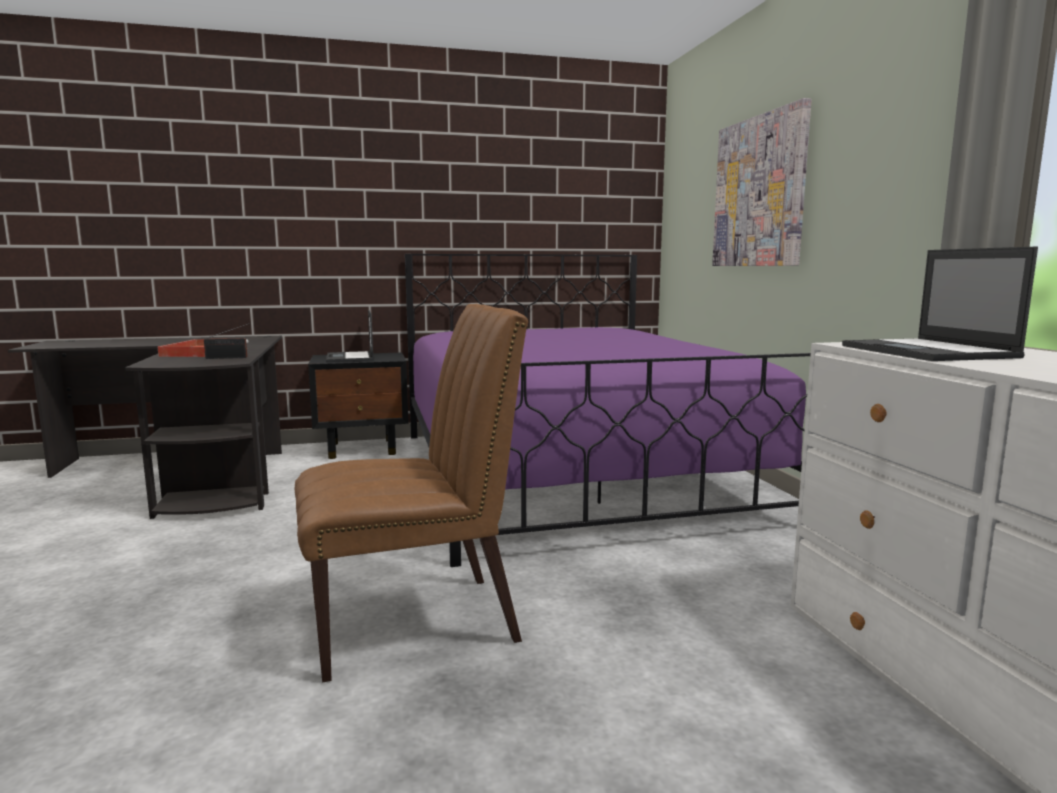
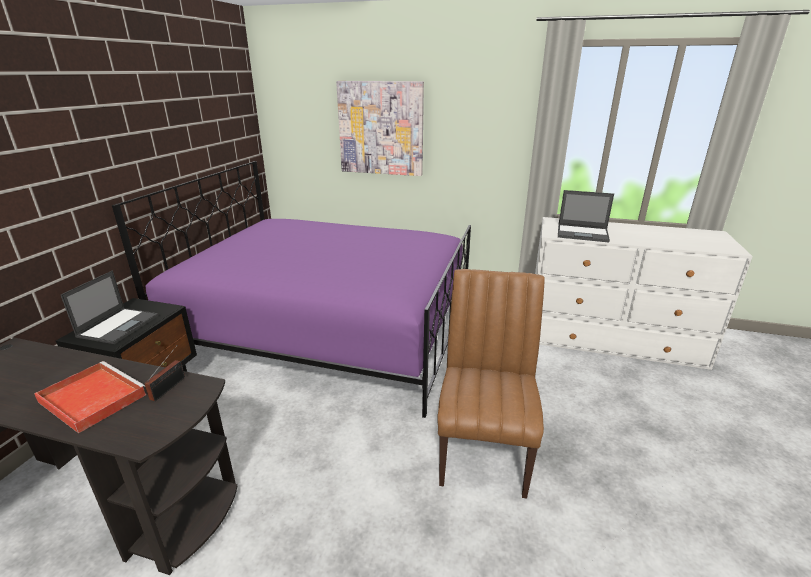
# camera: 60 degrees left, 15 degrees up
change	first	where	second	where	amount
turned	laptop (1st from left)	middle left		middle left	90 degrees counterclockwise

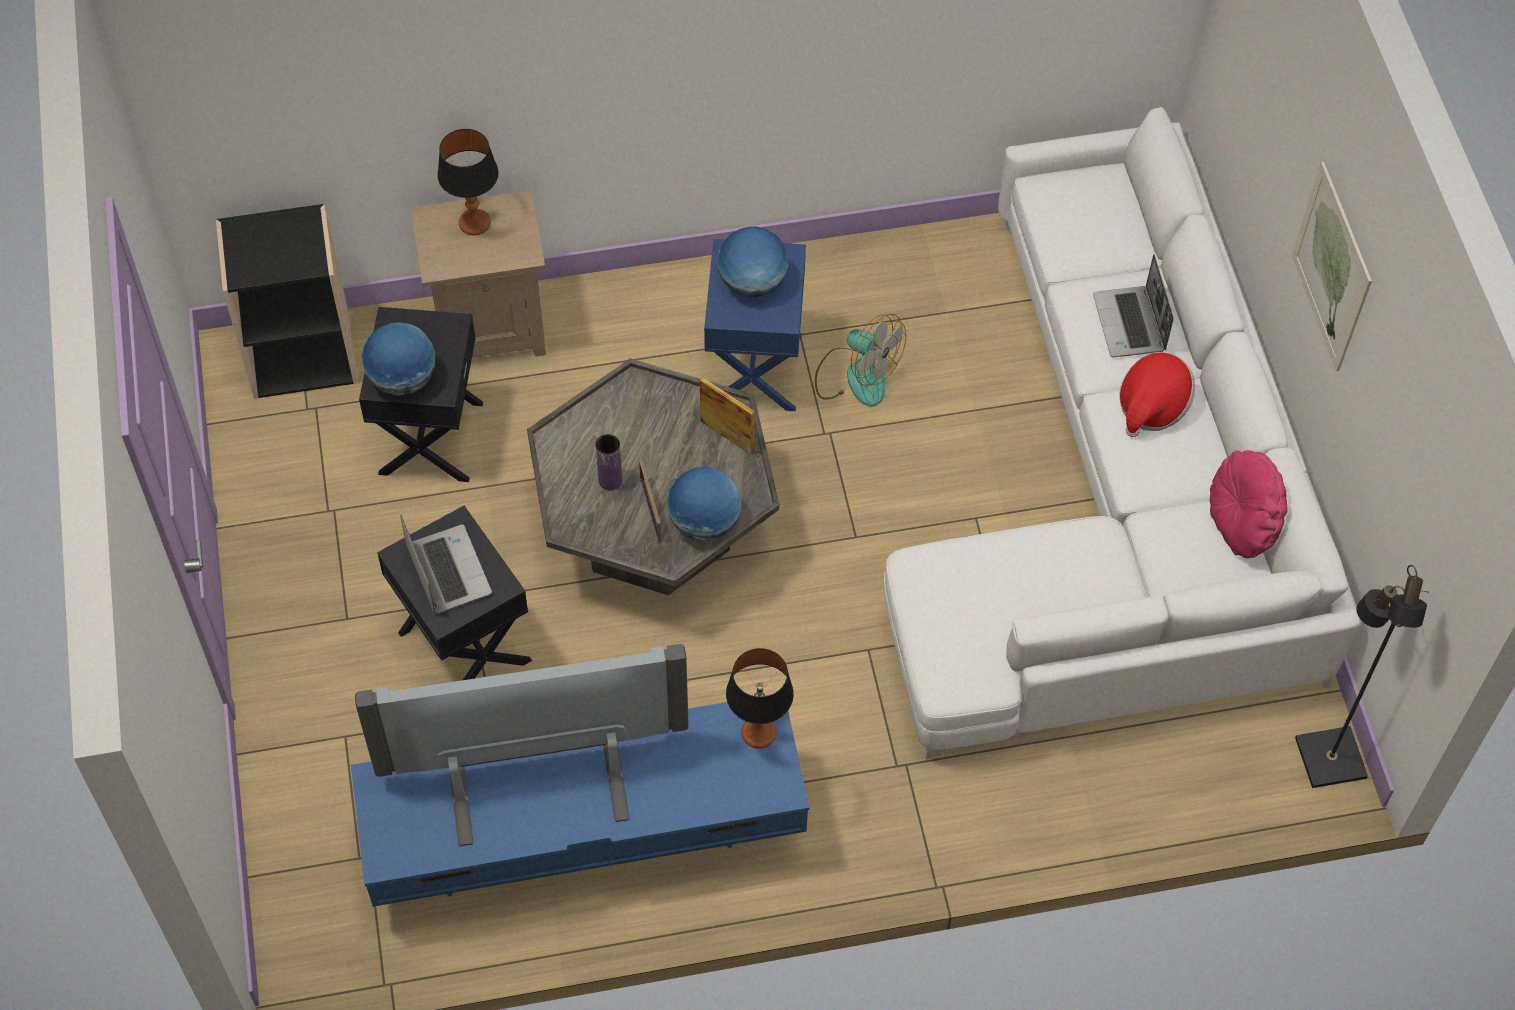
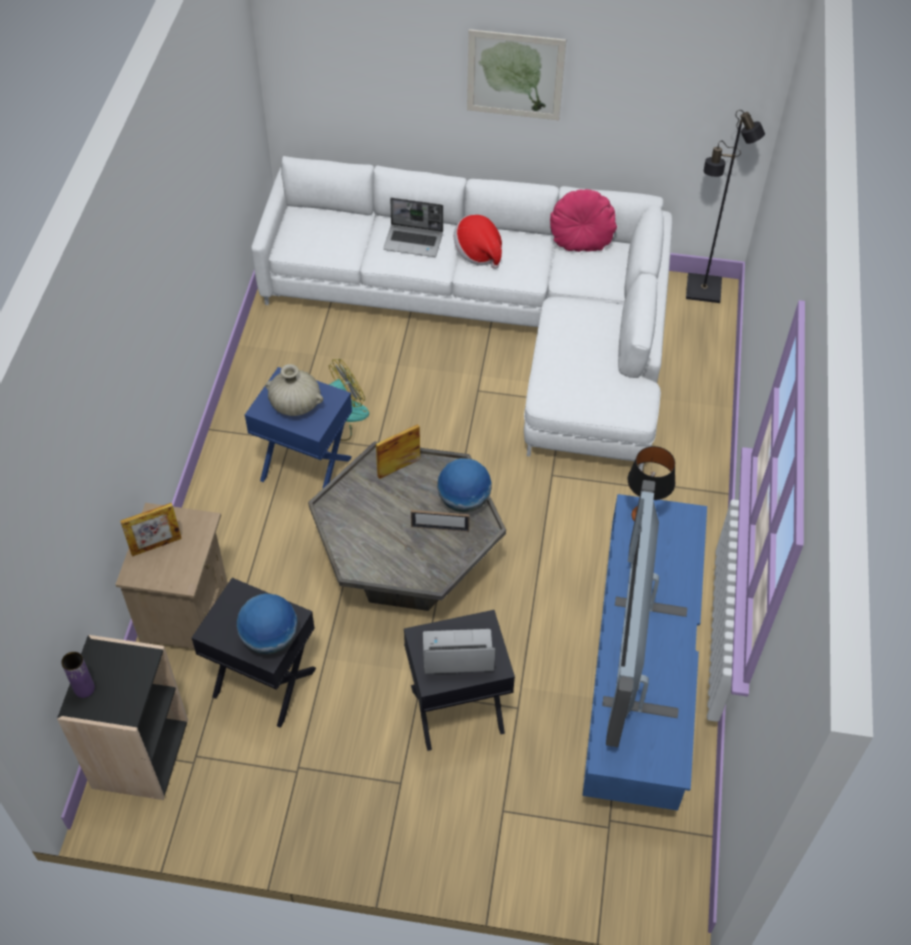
# camera: 70 degrees left, 5 degrees down
change	first	where	second	where	amount
replaced	table lamp (1st from left)	top left	picture frame (1st from left)	middle left	
replaced	globe (3rd from left)	top centre	vase (beige)	middle left	
moved	vase (purple)	centre		bottom left	

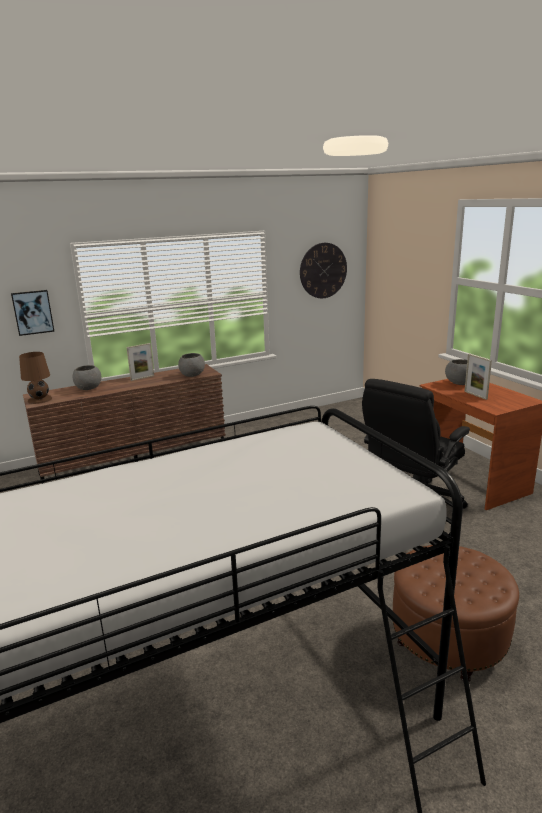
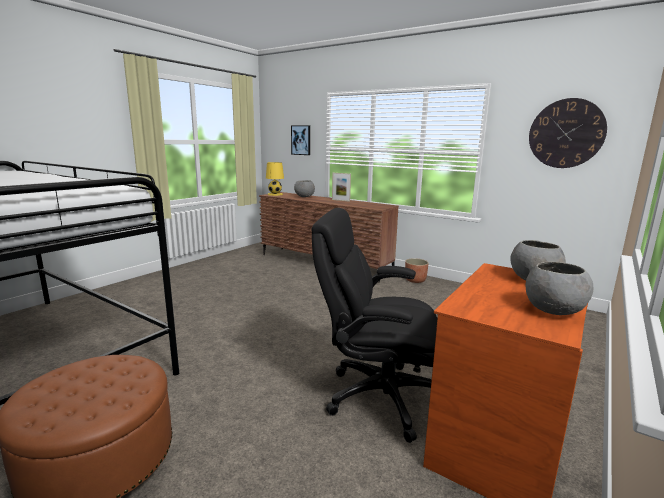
# camera: 60 degrees right, 5 degrees down
change	first	where	second	where	amount
recoloured	table lamp (brown)	middle left	table lamp (yellow)	centre	
moved	bowl (grey) (2nd from left in the first image)	centre	bowl (grey) (3rd from left)	middle right	
removed	picture frame (2nd from left)	middle right			
added			planter	centre	

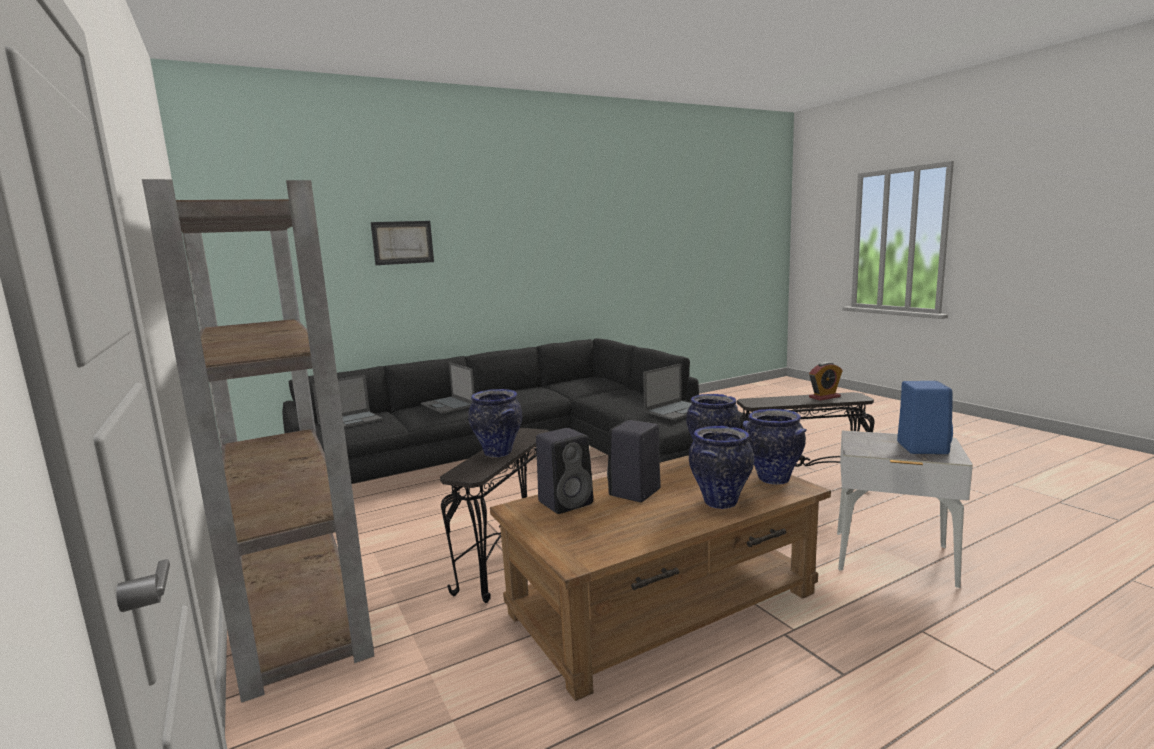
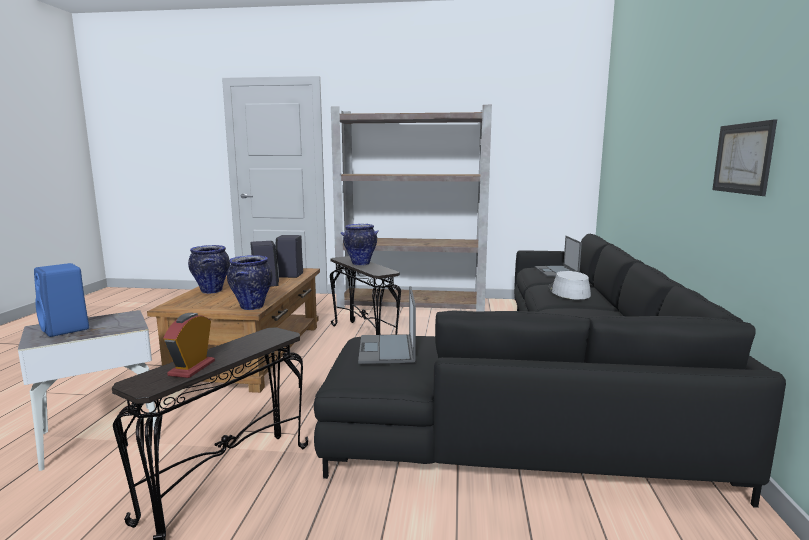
# camera: 125 degrees right, 0 degrees up
change	first	where	second	where	amount
moved	picture	top centre		top right	
replaced	laptop (2nd from left)	centre	hat (grey)	middle right	
removed	vase (4th from left)	middle right			

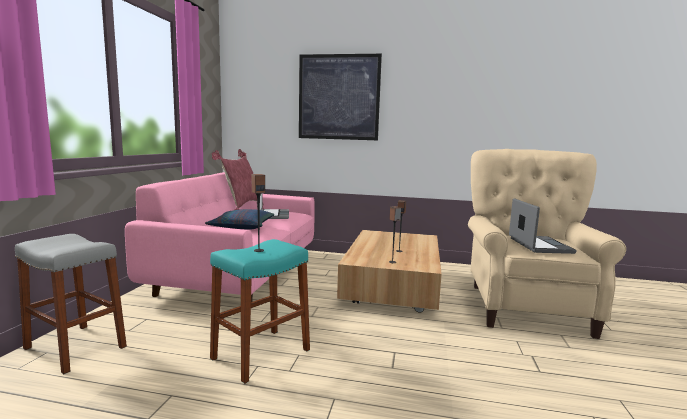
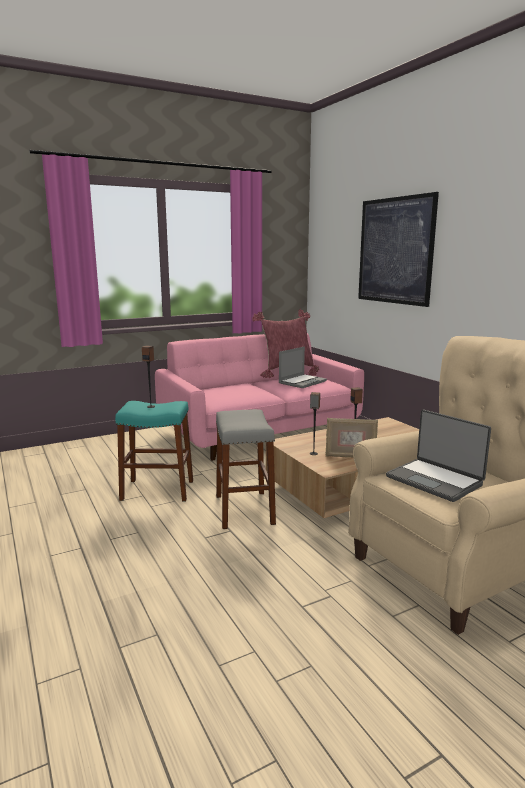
# camera: 50 degrees right, 5 degrees up
change	first	where	second	where	amount
turned	laptop (2nd from left)	middle right		middle right	90 degrees clockwise
removed	pillow (blue)	centre			
moved	stool (grey)	bottom left		centre	
added			picture frame	middle right	

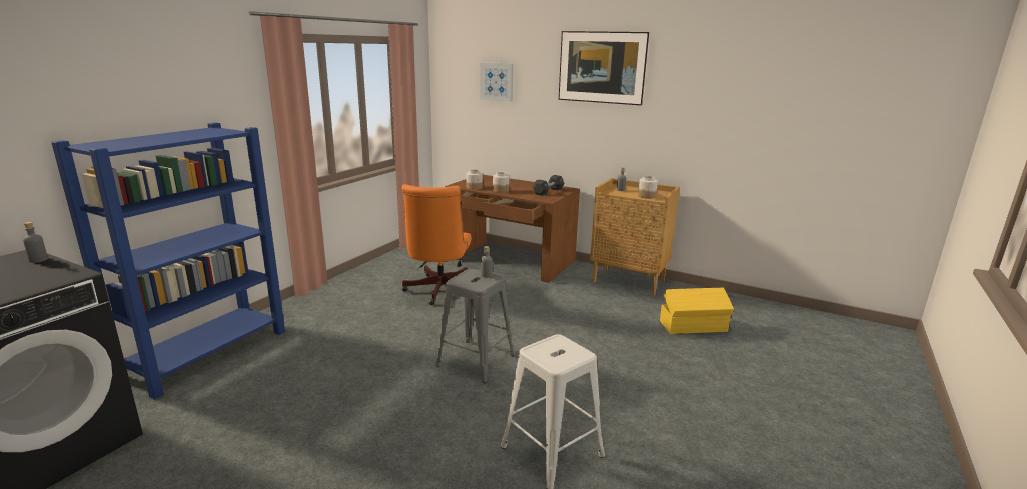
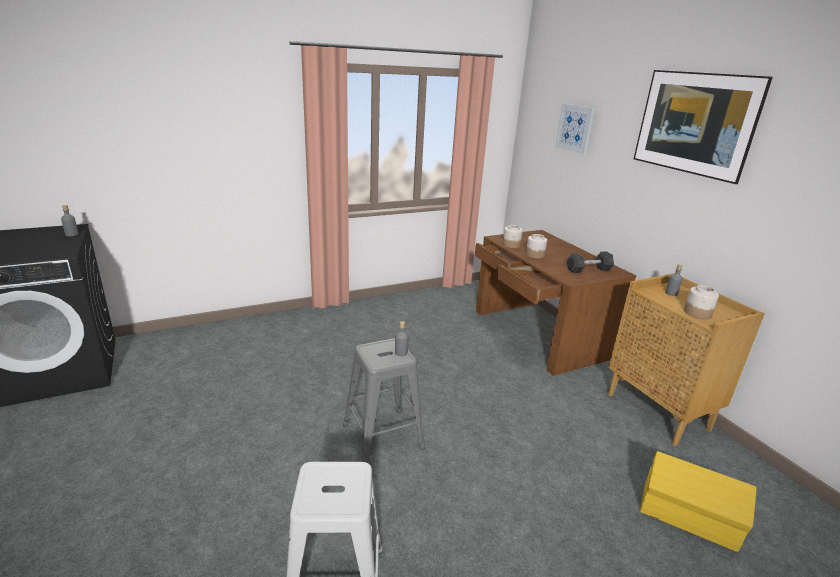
# camera: 35 degrees right, 5 degrees up
change	first	where	second	where	amount
removed	bookcase (blue)	middle left			
removed	office chair (orange)	centre			

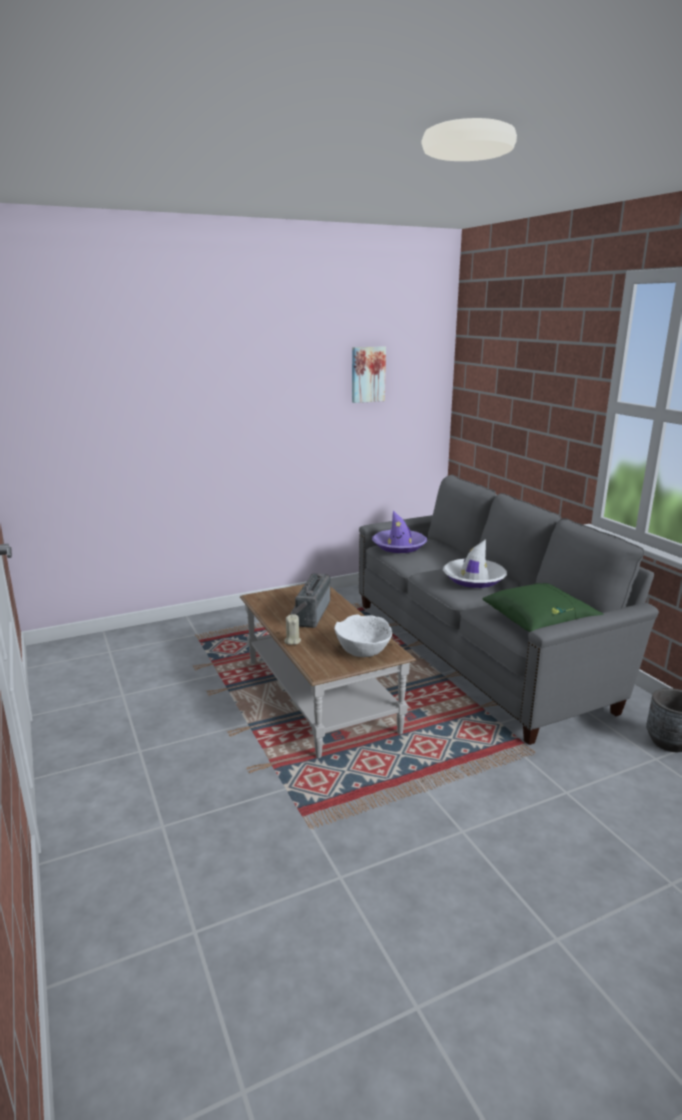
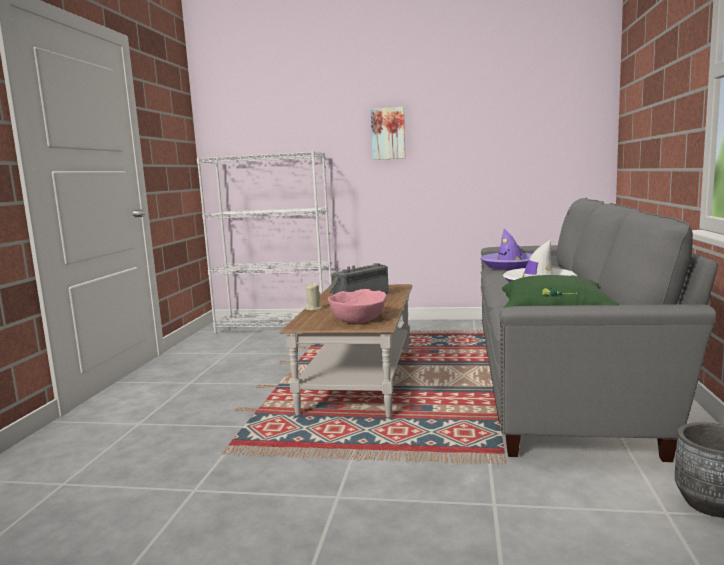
# camera: 35 degrees right, 10 degrees down
change	first	where	second	where	amount
moved	picture	centre		top centre	
recoloured	bowl (white)	centre	bowl (pink)	centre	
added			bookcase (white)	centre	

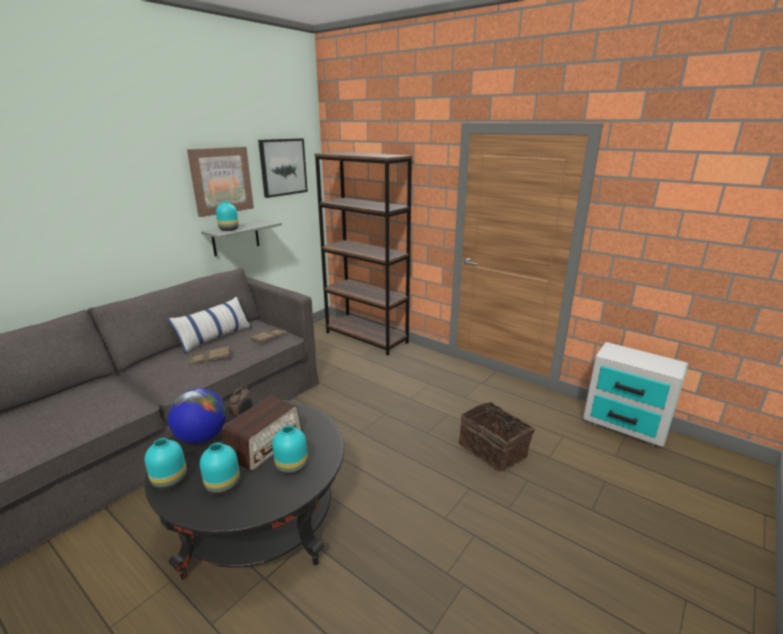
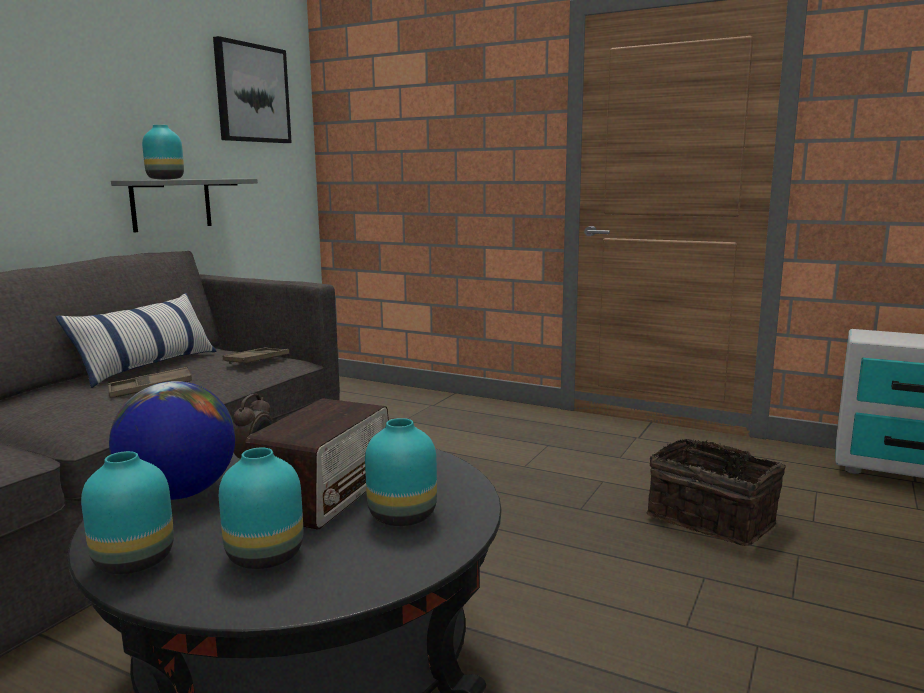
# camera: 10 degrees left, 10 degrees down
change	first	where	second	where	amount
removed	picture (1st from left)	top left			
removed	bookcase (brown)	centre			

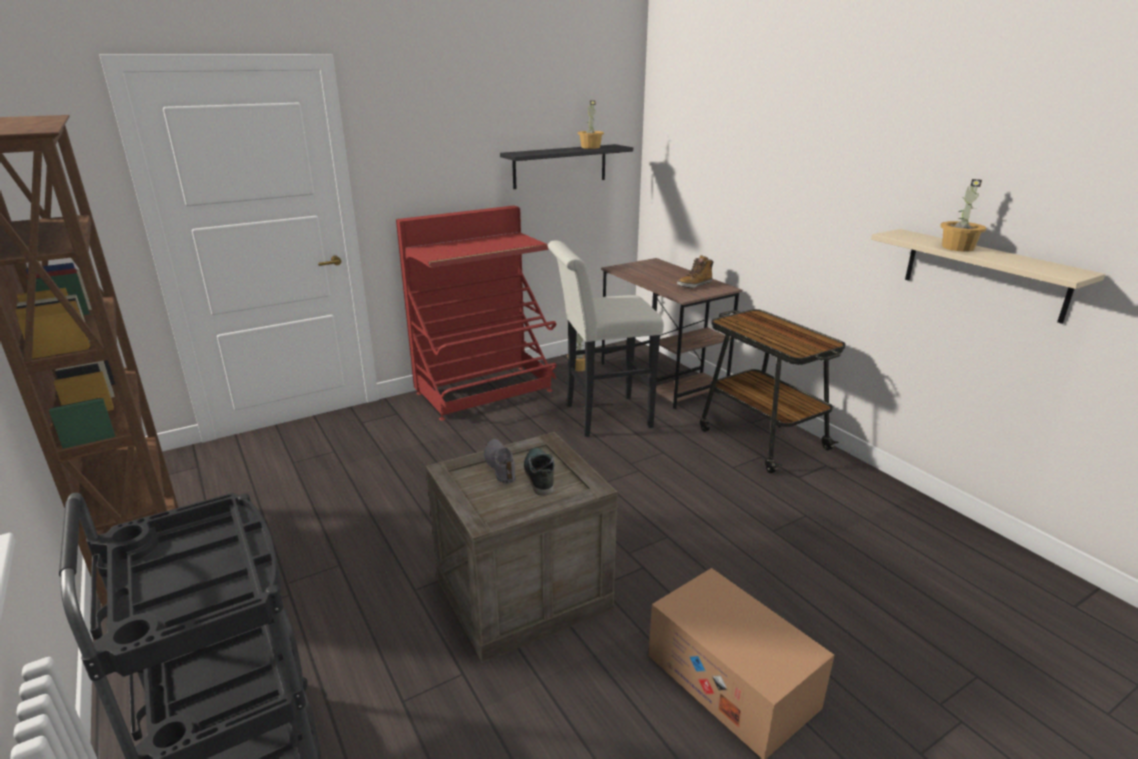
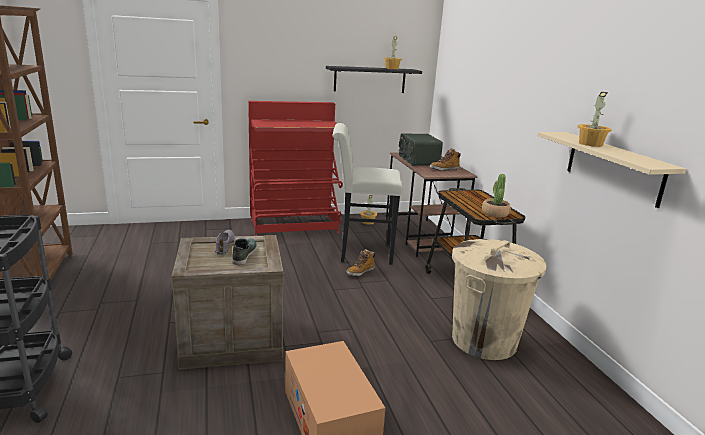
# camera: 15 degrees right, 5 degrees down
change	first	where	second	where	amount
added			radio	centre	
added			potted plant (3rd from left)	middle right	
added			trash can (beige)	bottom right	
added			boot (1st from left)	centre	

